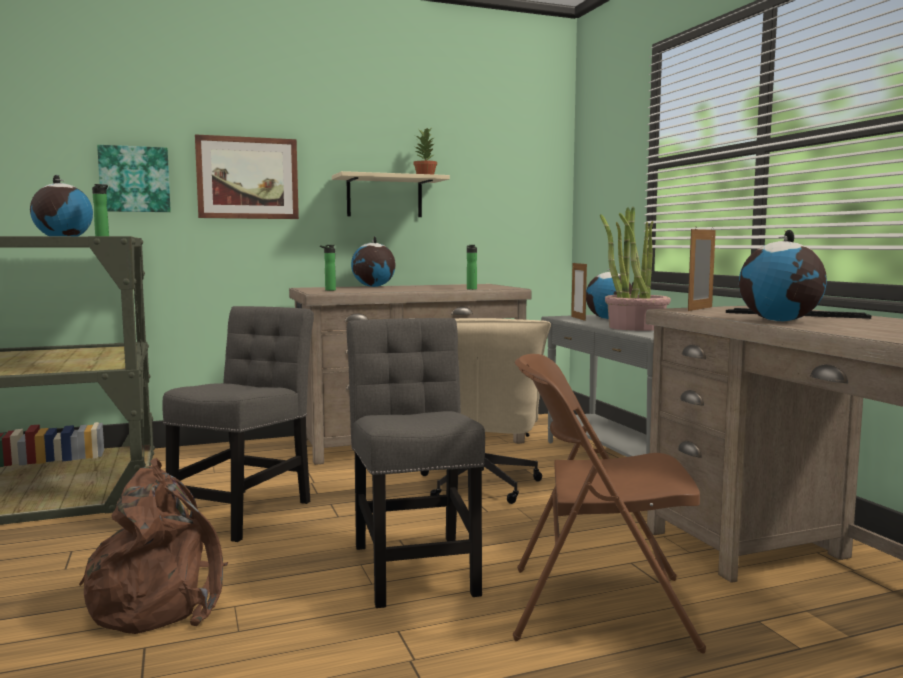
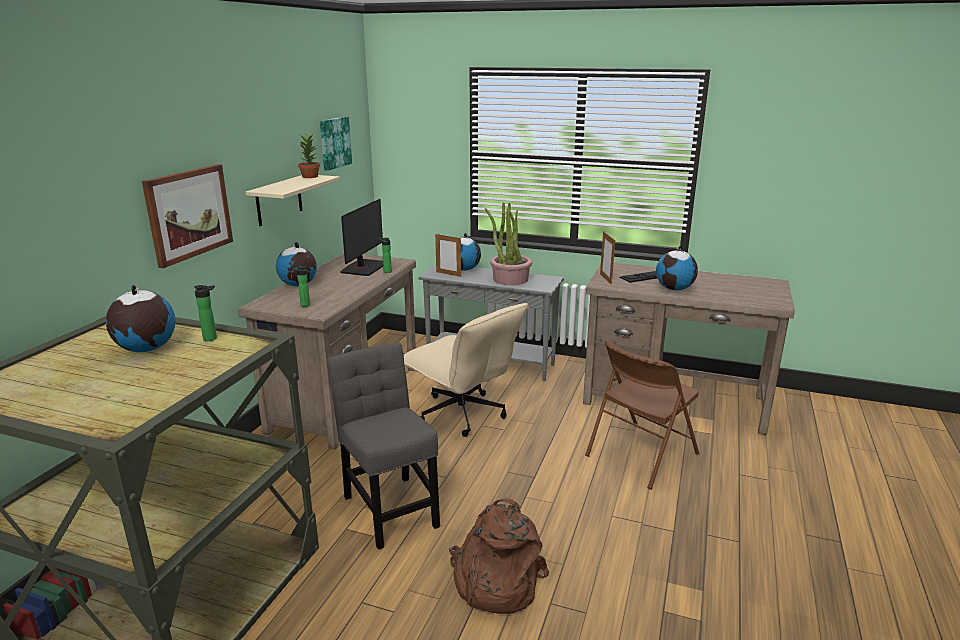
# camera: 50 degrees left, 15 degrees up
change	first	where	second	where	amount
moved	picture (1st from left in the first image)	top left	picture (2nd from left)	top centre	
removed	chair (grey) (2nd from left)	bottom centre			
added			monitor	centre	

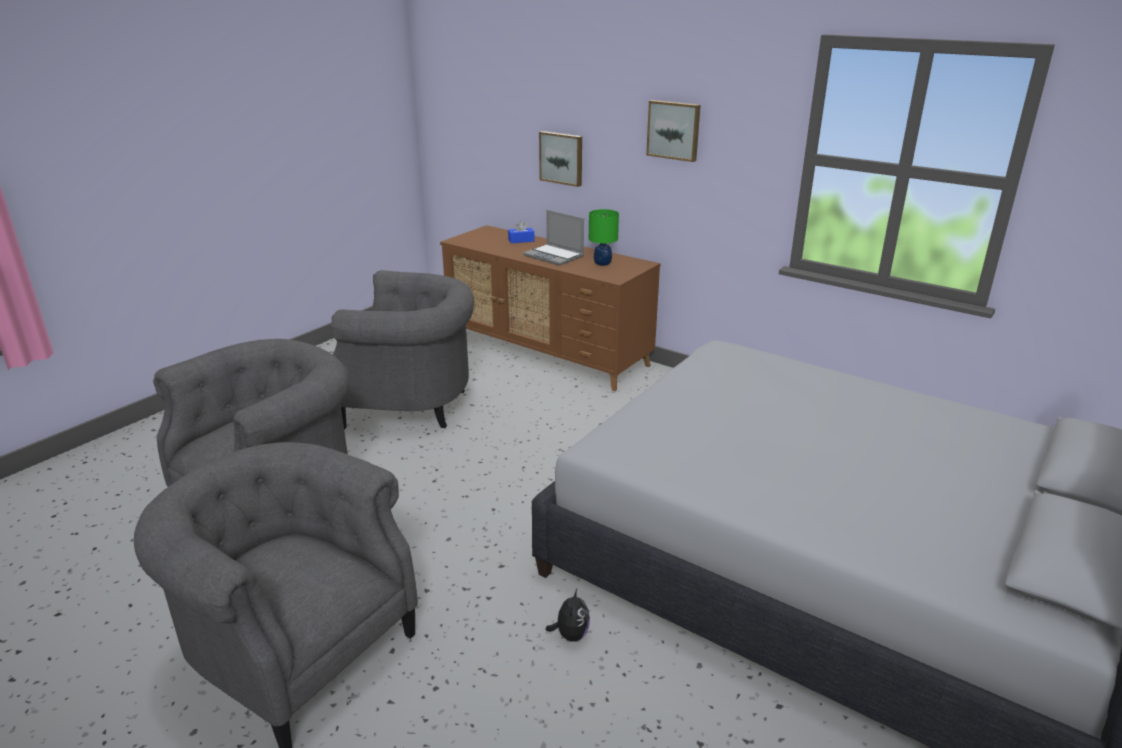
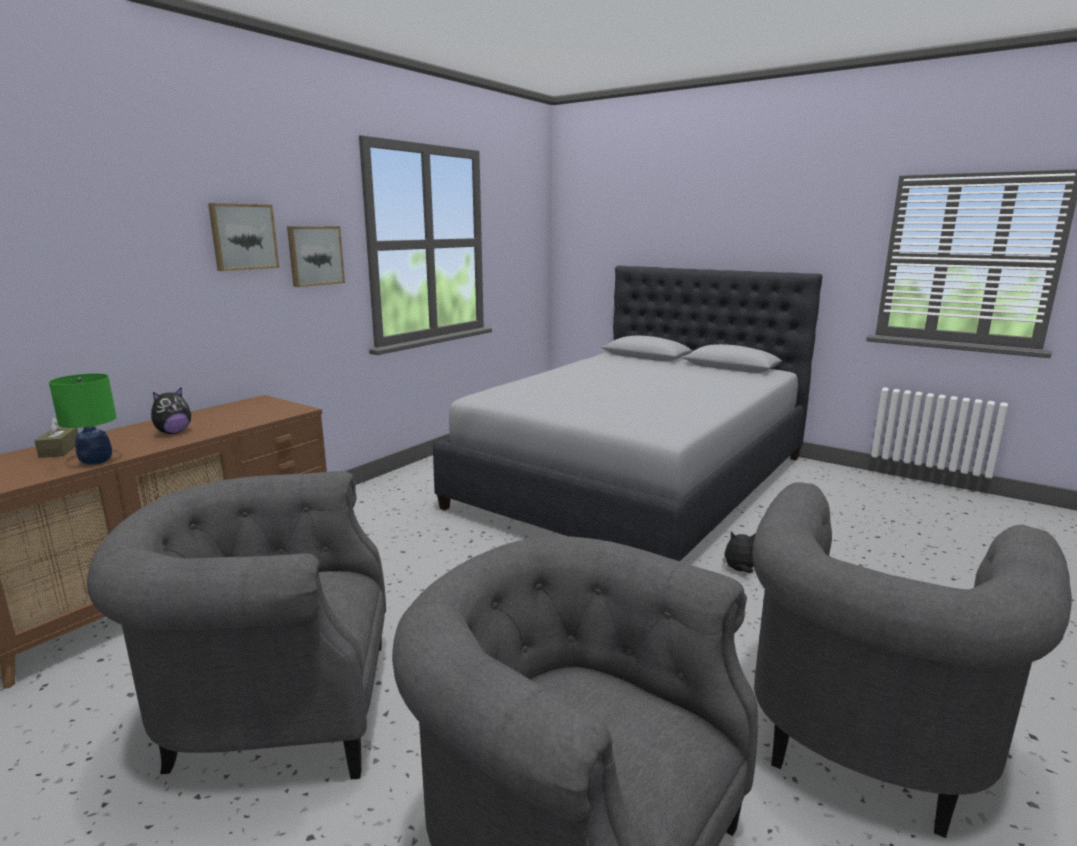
# camera: 90 degrees left, 10 degrees down
change	first	where	second	where	amount
moved	picture (1st from left in the first image)	top centre	picture (2nd from left)	top left	
moved	table lamp (green)	top centre		middle left	
replaced	laptop	top centre	plush toy (1st from left)	middle left	
recoloured	tissue box (blue)	top centre	tissue box (brown)	middle left	
turned	armchair (grey) (3rd from left in the first image)	centre	armchair (grey) (1st from left)	bottom left	105 degrees counterclockwise

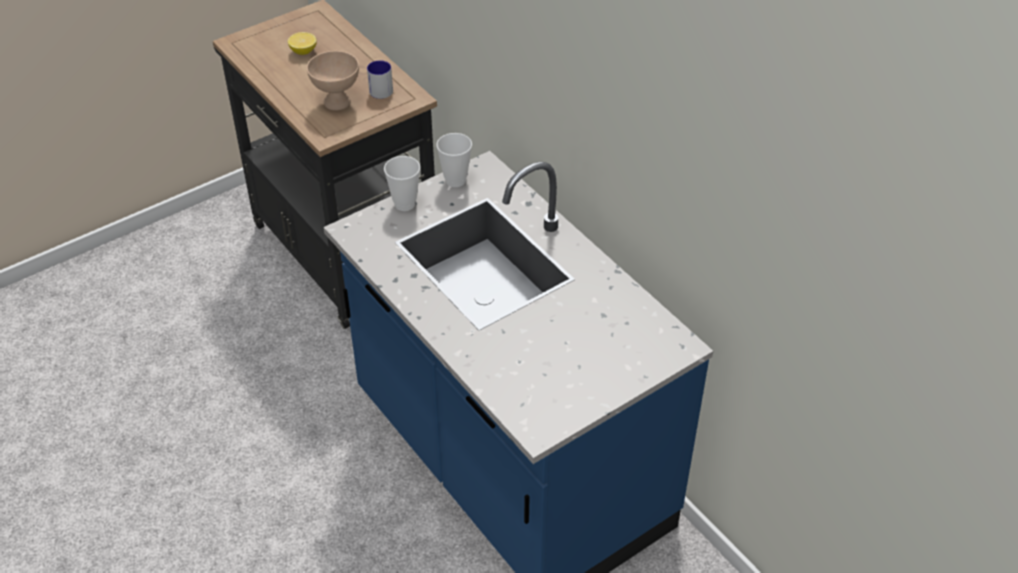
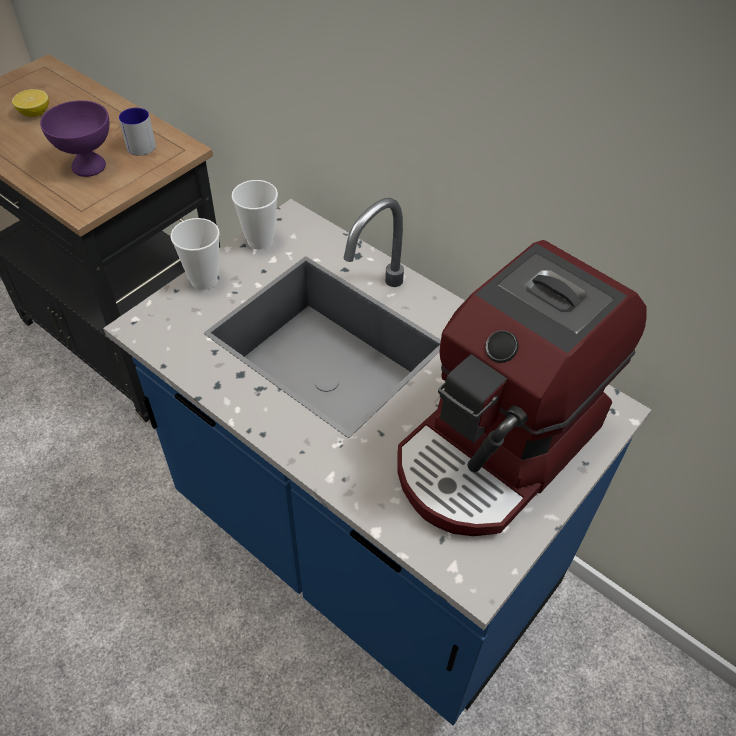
# camera: 15 degrees left, 5 degrees up
change	first	where	second	where	amount
recoloured	bowl (beige)	top left	bowl (purple)	top left	
added			coffee machine	middle right	

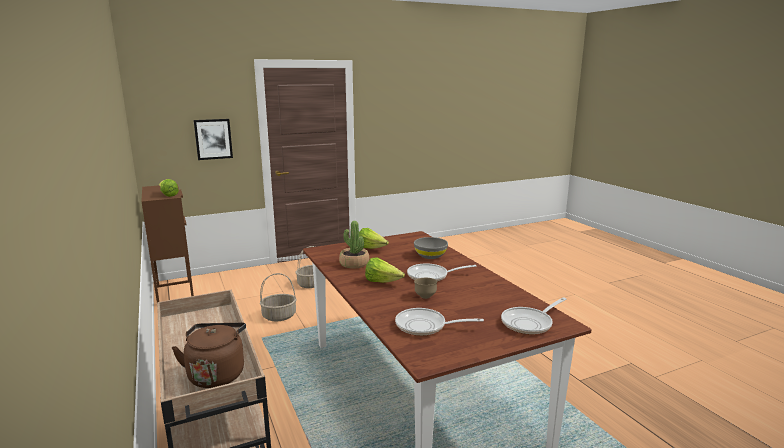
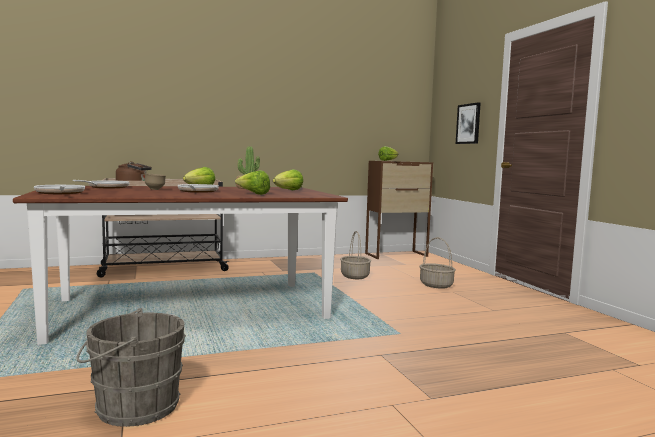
# camera: 95 degrees right, 10 degrees down
change	first	where	second	where	amount
replaced	bowl (grey)	centre	lettuce (2nd from left)	centre	
added			bucket (grey)	bottom left	

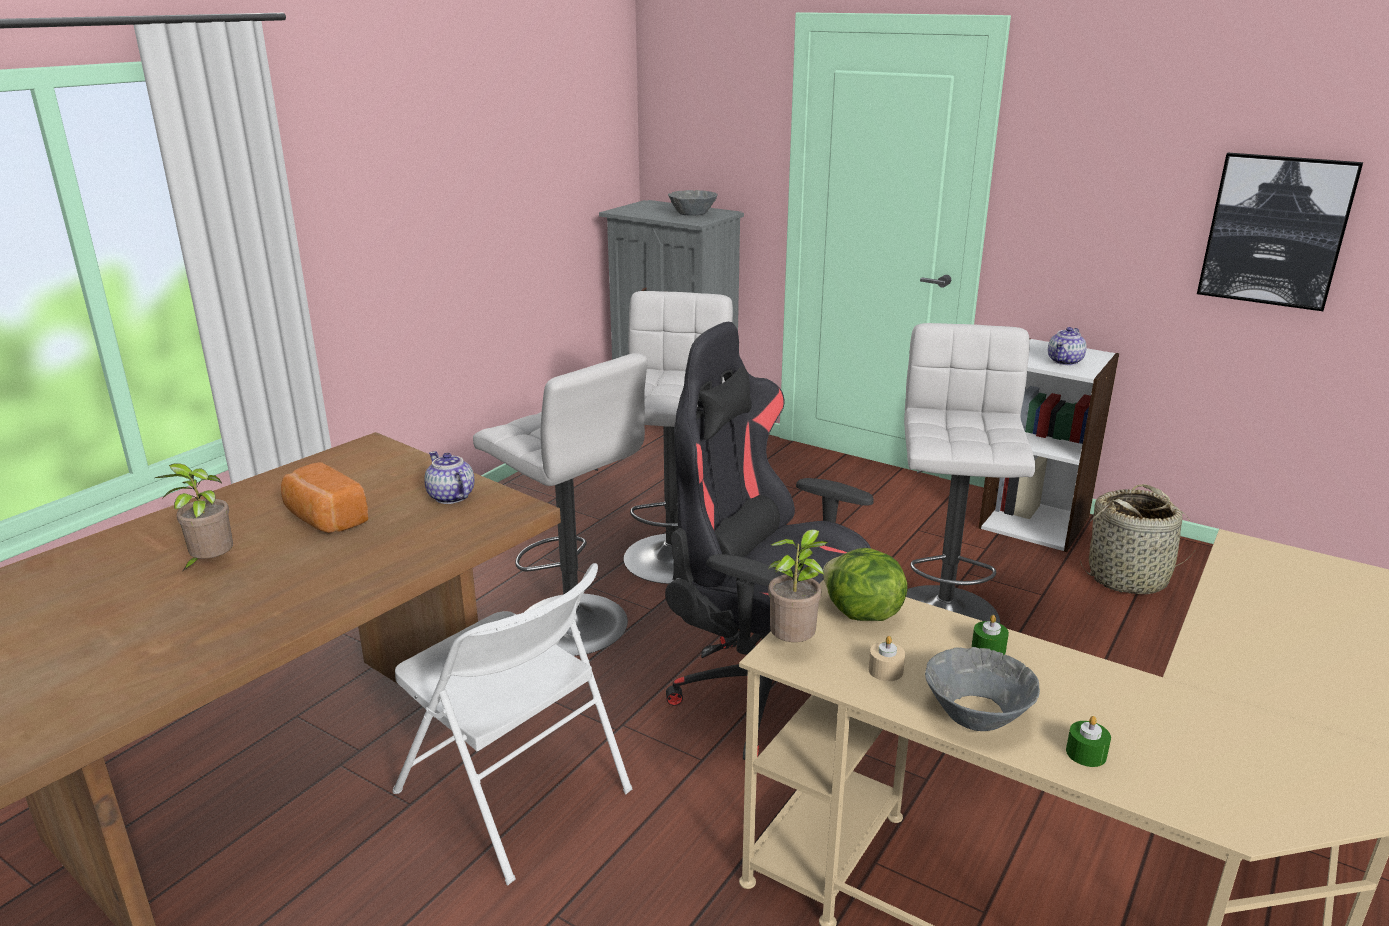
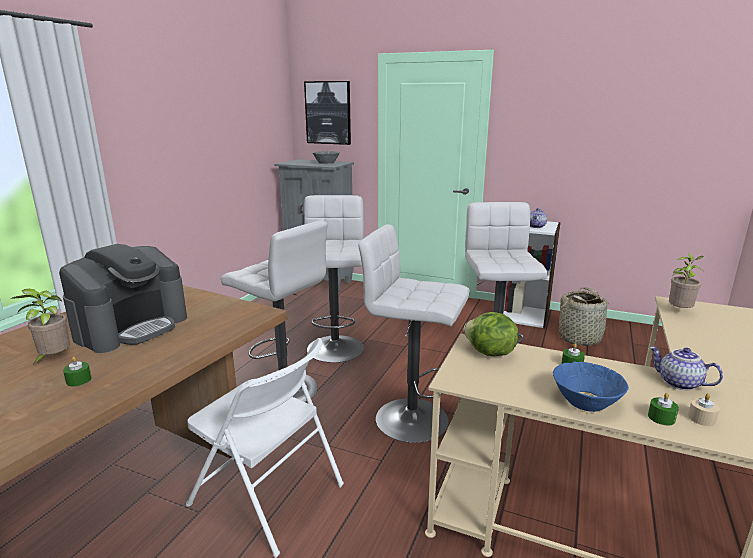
# camera: 10 degrees left, 5 degrees down
change	first	where	second	where	amount
moved	picture	top right		top centre	
replaced	office chair (black)	centre	stool (white) (3rd from left)	centre	
moved	teapot (1st from left in the first image)	middle left	teapot (2nd from left)	middle right	
replaced	bread	middle left	coffee machine	middle left	
moved	potted plant (2nd from left)	centre		middle right	
moved	candle (beige)	bottom centre		bottom right	
recoloured	bowl (grey) (2nd from left)	bottom right	bowl (blue)	bottom right	
added			candle (green) (1st from left)	middle left	

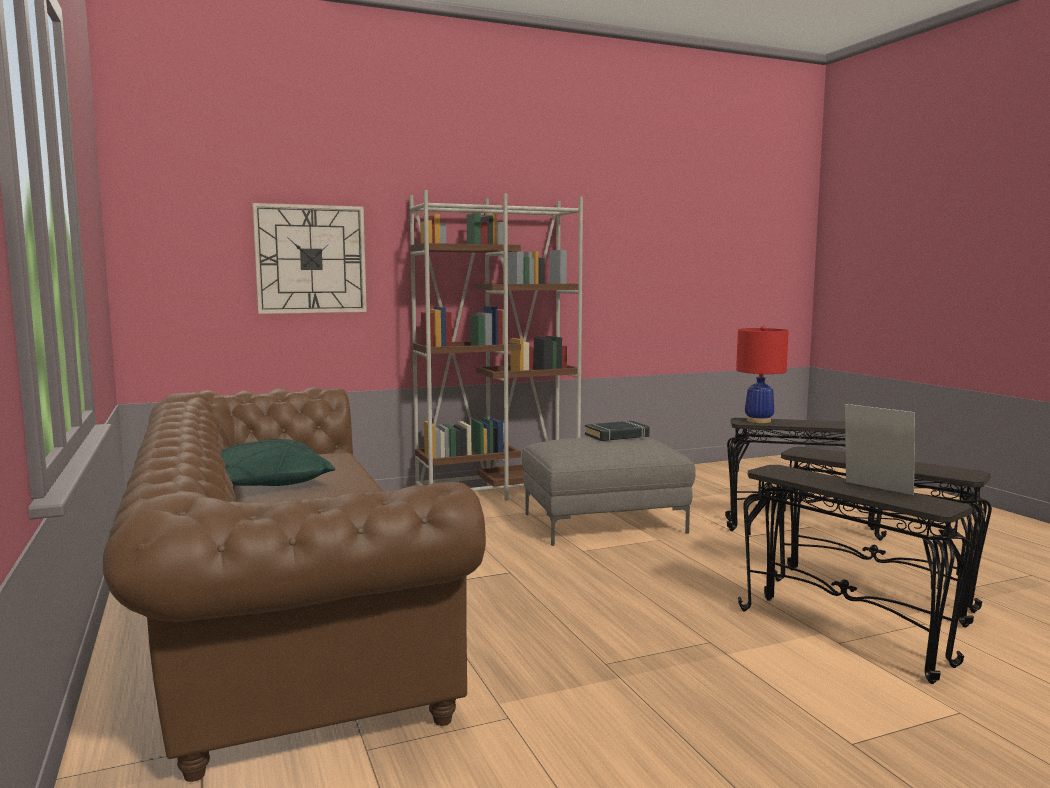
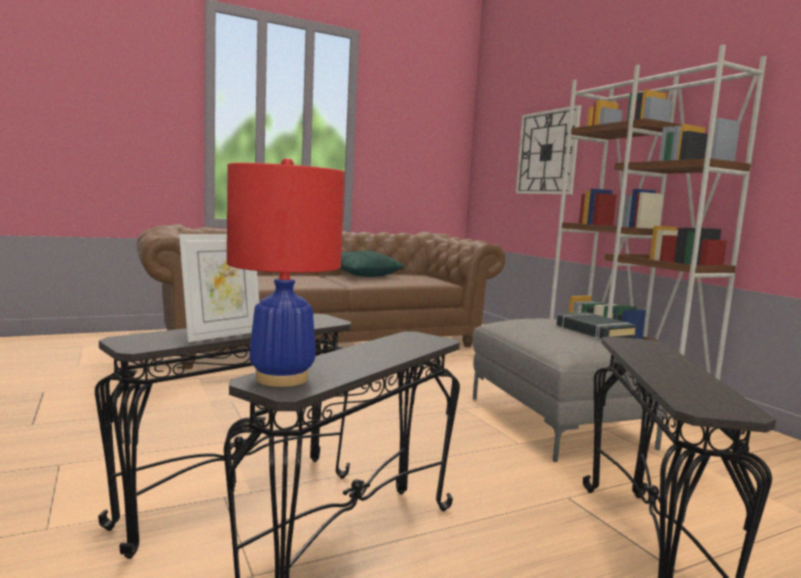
# camera: 85 degrees right, 0 degrees up
change	first	where	second	where	amount
moved	table lamp (red)	middle right		centre	

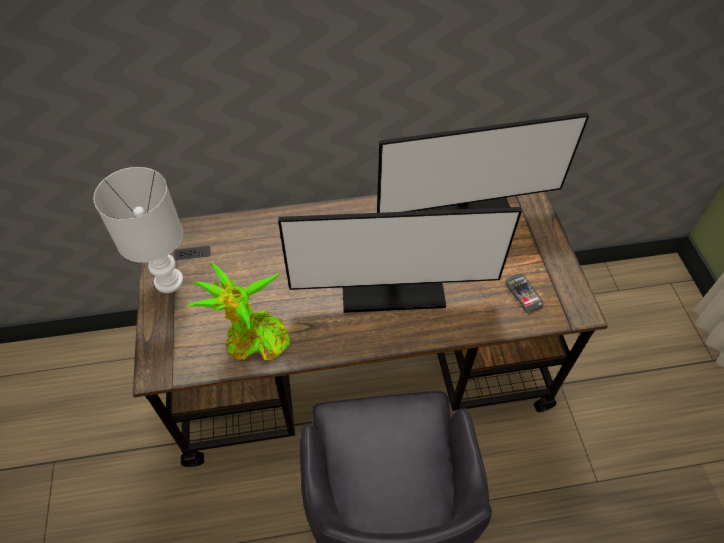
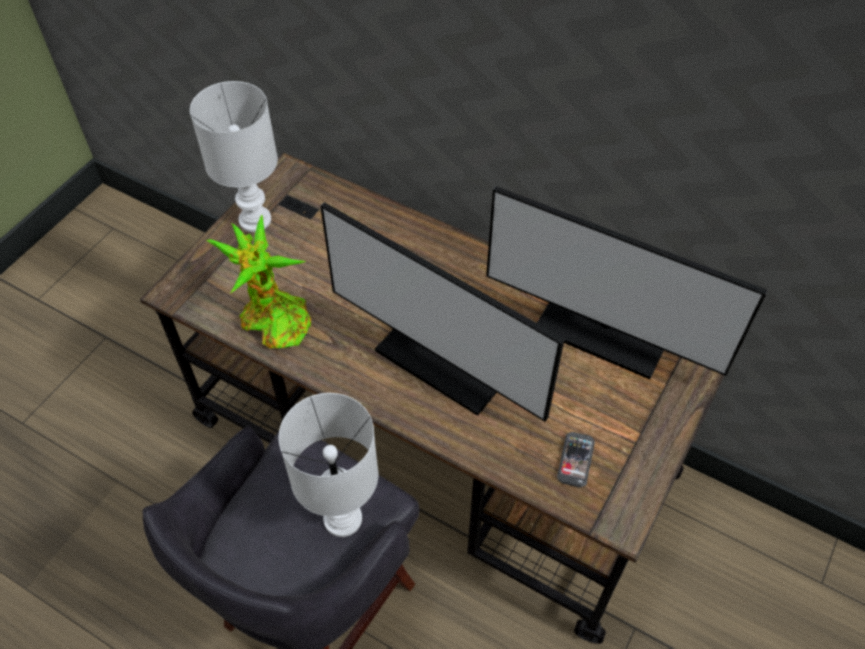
# camera: 40 degrees right, 0 degrees up
change	first	where	second	where	amount
added			table lamp (white) (2nd from left)	bottom centre	

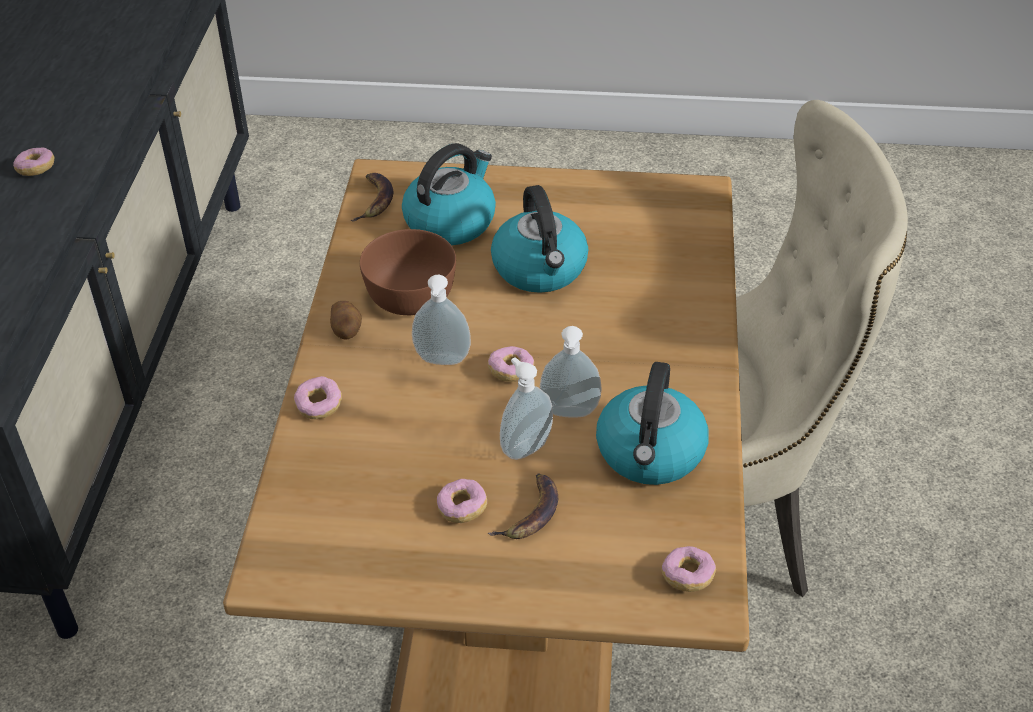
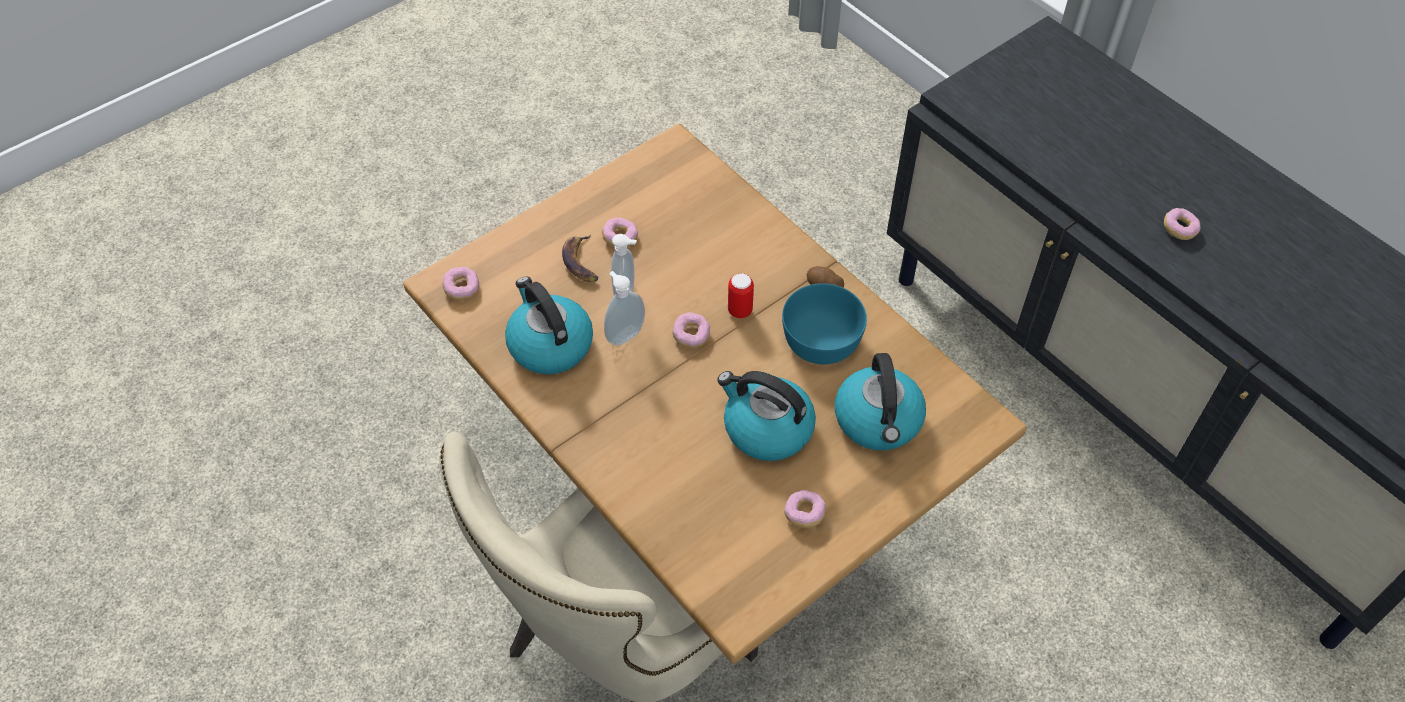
# camera: 135 degrees right, 10 degrees up
change	first	where	second	where	amount
removed	banana (1st from left)	top centre			
recoloured	bowl (brown)	centre	bowl (turquoise)	centre	
replaced	soap dispenser (1st from left)	centre	can	centre	
moved	donut (2nd from left in the first image)	middle left	donut (4th from left)	bottom centre	

